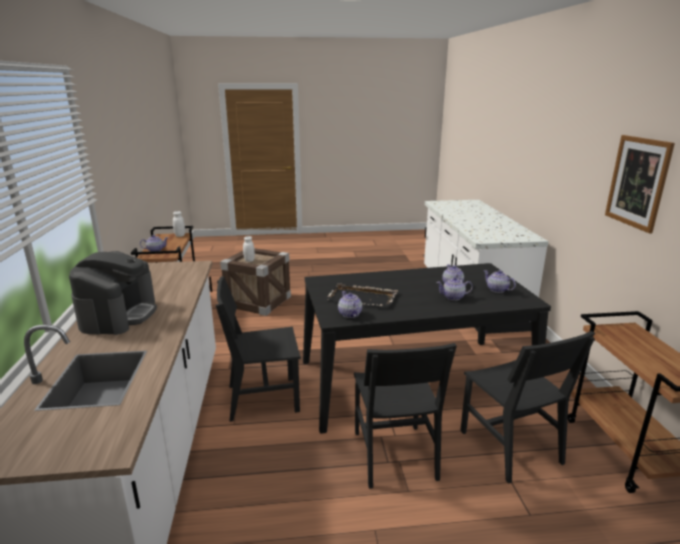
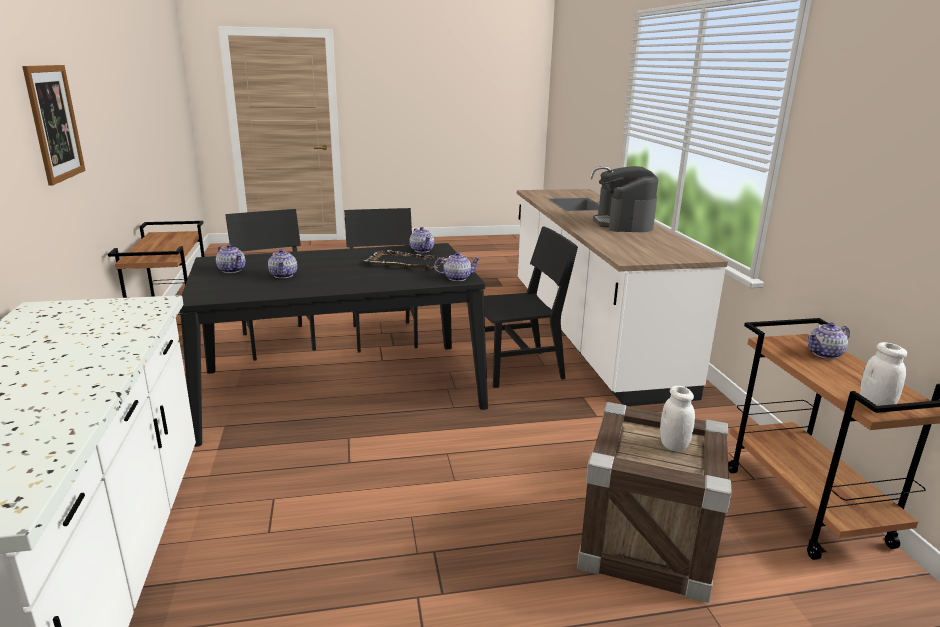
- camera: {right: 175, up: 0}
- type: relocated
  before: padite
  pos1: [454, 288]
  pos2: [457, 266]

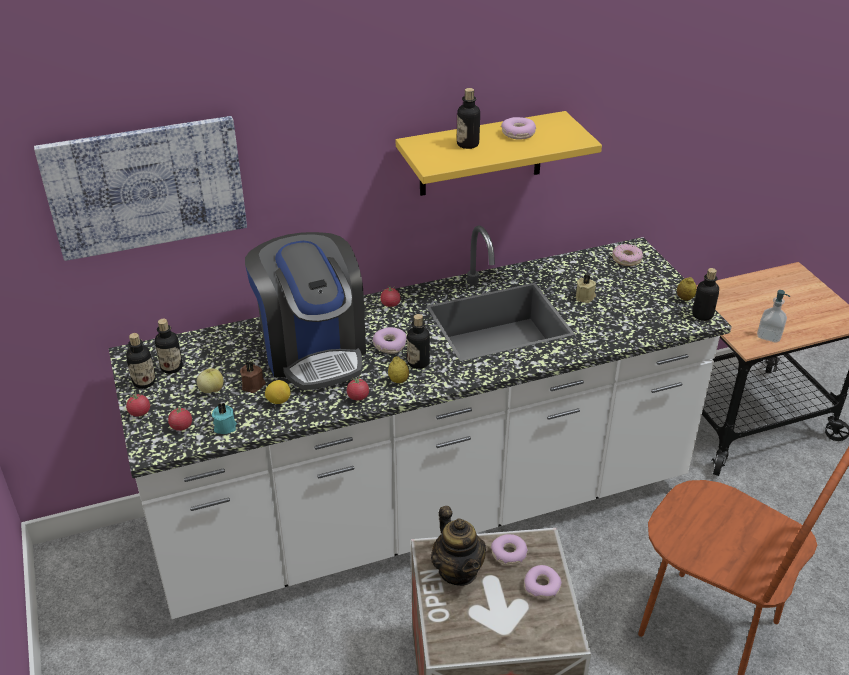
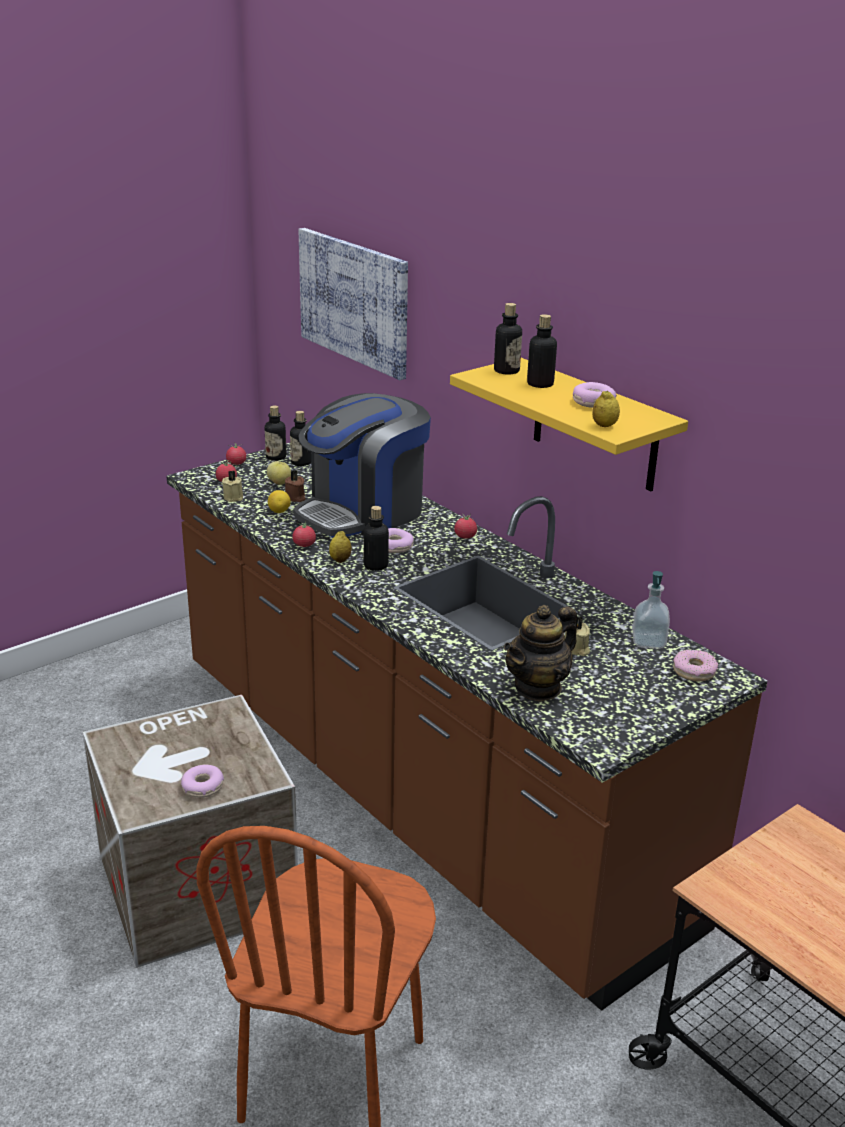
- camera: {right: 70, up: -10}
- type: missing
  before: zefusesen
  pos1: [509, 550]
- type: relocated
  before: padite
  pos1: [458, 546]
  pos2: [540, 653]
- type: relocated
  before: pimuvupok
  pos1: [686, 289]
  pos2: [606, 409]
- type: relocated
  before: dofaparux
  pos1: [705, 294]
  pos2: [508, 338]
- type: relocated
  before: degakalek
  pos1: [773, 316]
  pos2: [651, 610]
- type: colour
  before: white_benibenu
  after: brown_benibenu
  pos1: [420, 422]
  pos2: [466, 727]
- type: colour
  before: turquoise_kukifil
  after: beige_kukifil
  pos1: [224, 418]
  pos2: [232, 486]

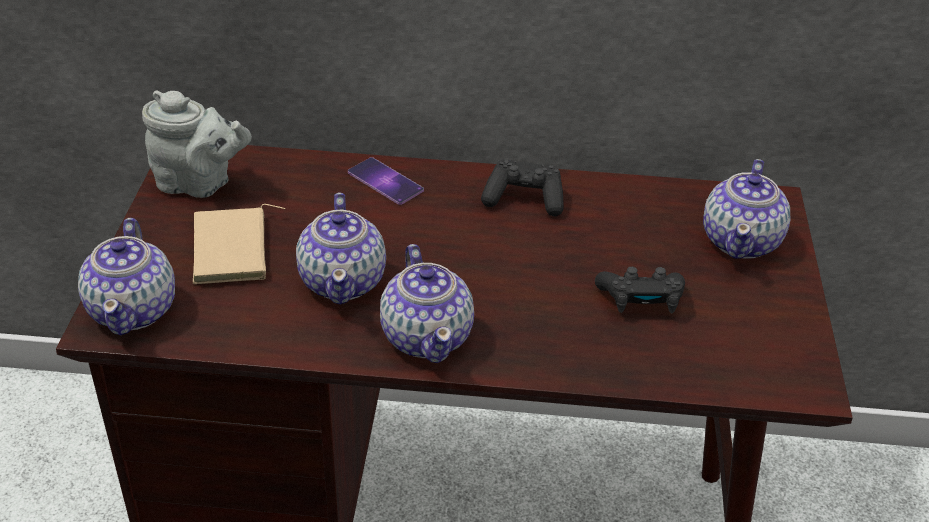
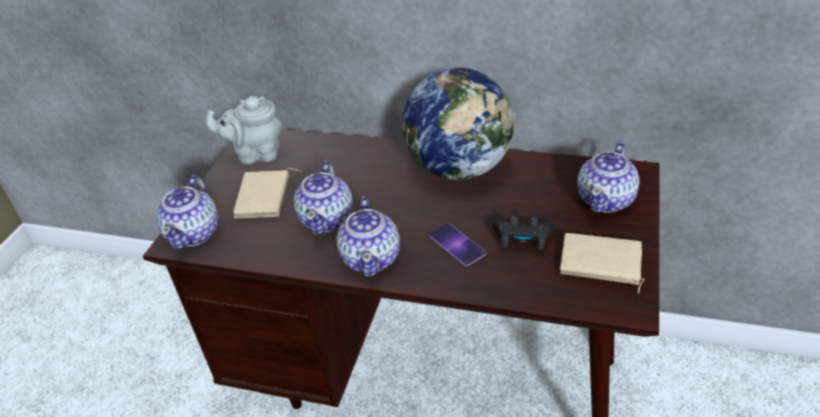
- camera: {right: 15, up: 0}
- type: appeared
  after: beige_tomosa
  pos2: [602, 263]
- type: relocated
  before: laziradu
  pos1: [386, 181]
  pos2: [458, 244]
- type: exchanged
  before: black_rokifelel
  after: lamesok
  pos1: [522, 187]
  pos2: [458, 124]
- type: spun
  before: grey_padite
  pos1: [197, 144]
  pos2: [244, 130]
  turn: 150

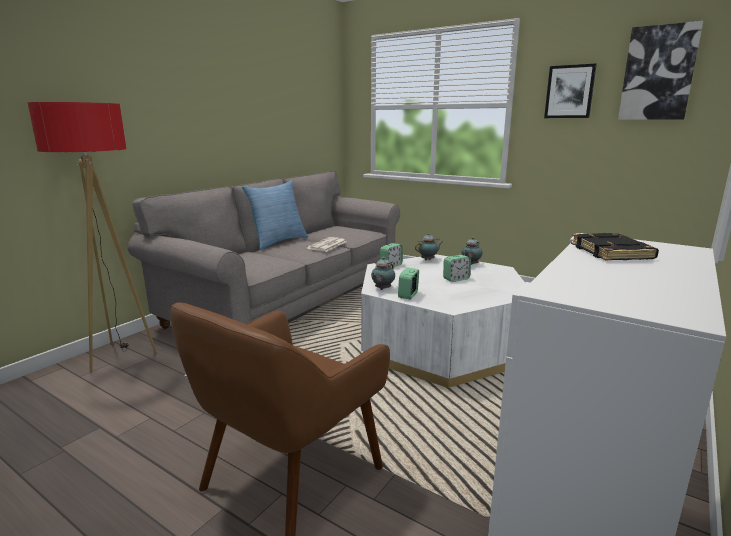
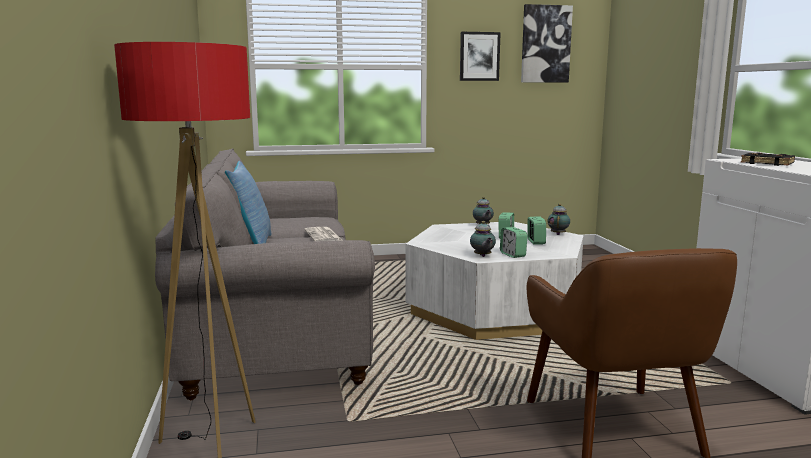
- camera: {right: -45, up: -5}
- type: relocated
  before: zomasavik
  pos1: [391, 255]
  pos2: [537, 230]
- type: relocated
  before: padite
  pos1: [428, 246]
  pos2: [558, 219]

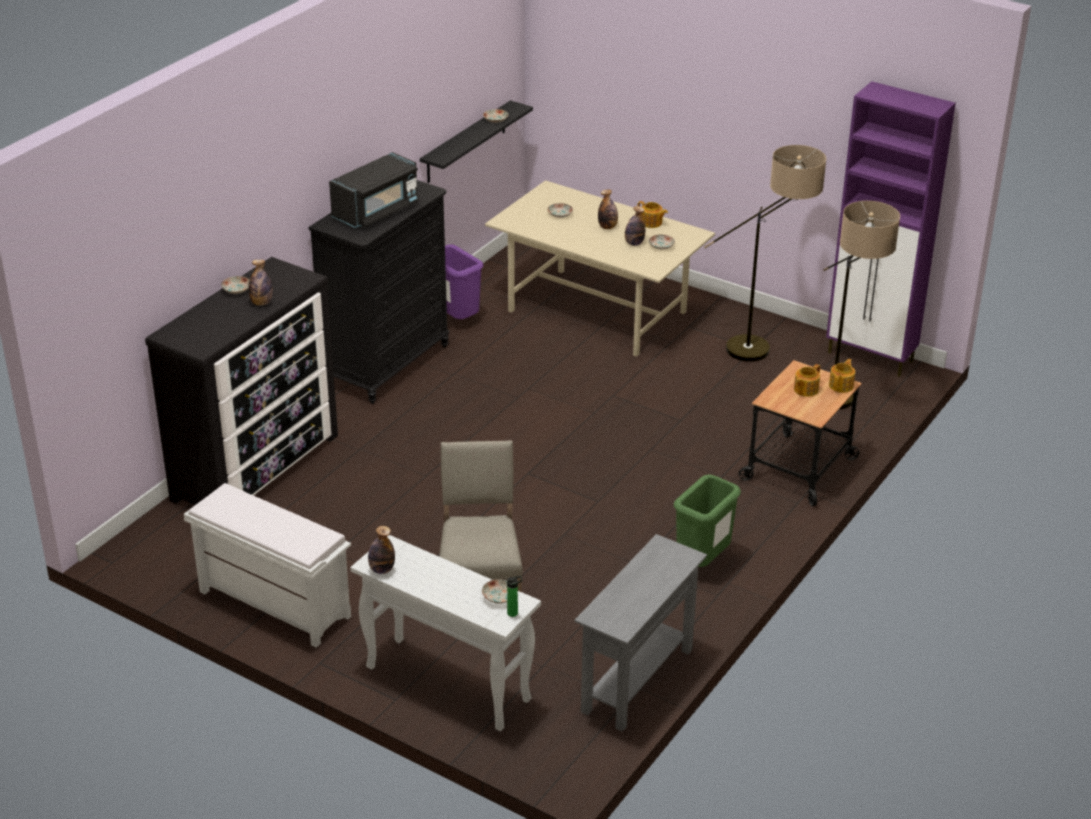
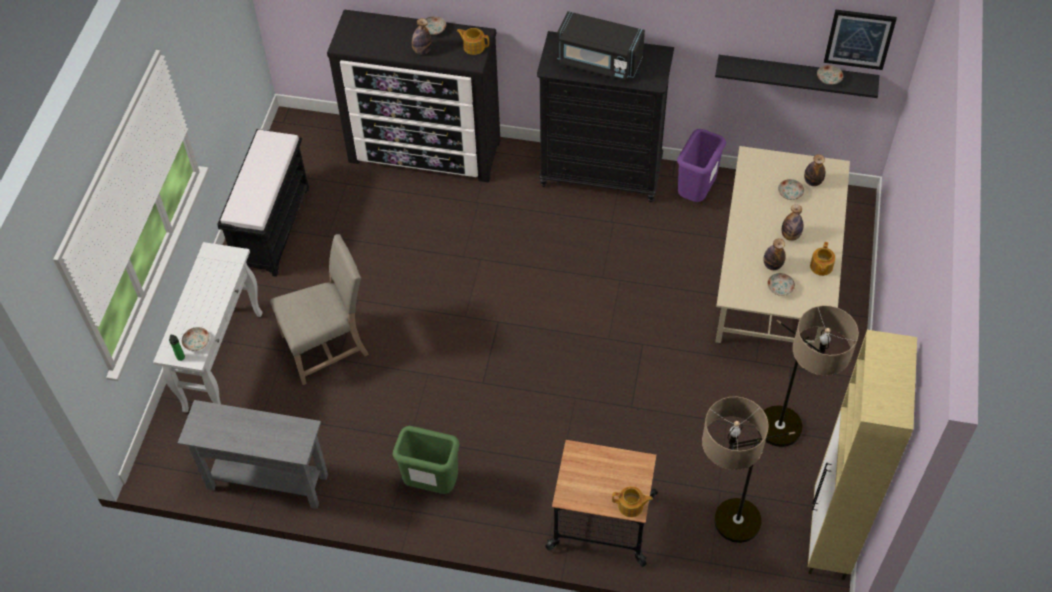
- camera: {right: 70, up: 20}
- type: appeared
  after: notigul
  pos2: [860, 39]
- type: relocated
  before: dofaparux
  pos1: [381, 550]
  pos2: [814, 170]
- type: relocated
  before: padite
  pos1: [807, 380]
  pos2: [473, 41]
- type: colour
  before: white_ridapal
  after: black_ridapal
  pos1: [267, 565]
  pos2: [263, 203]
- type: colour
  before: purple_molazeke
  after: beige_molazeke
  pos1: [891, 229]
  pos2: [862, 455]

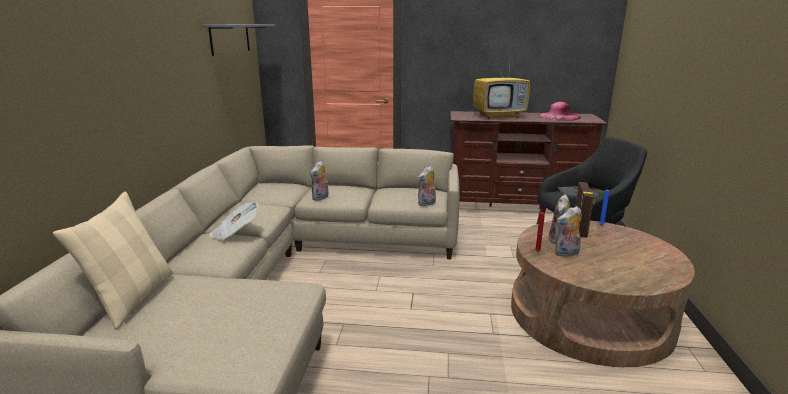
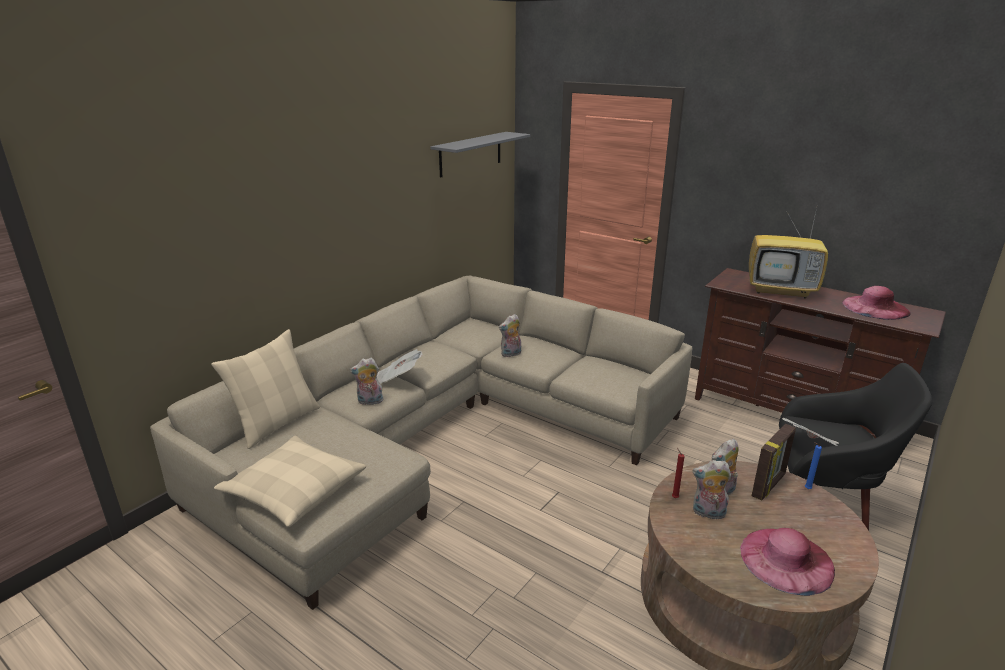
- camera: {right: 30, up: 5}
- type: appeared
  after: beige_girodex
  pos2: [290, 481]
- type: appeared
  after: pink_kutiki
  pos2: [787, 562]
- type: relocated
  before: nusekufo
  pos1: [427, 186]
  pos2: [367, 381]

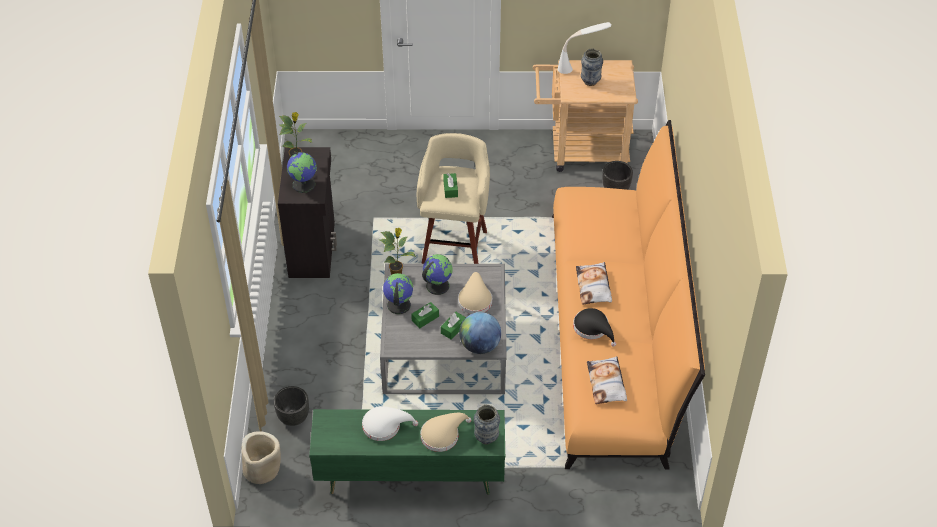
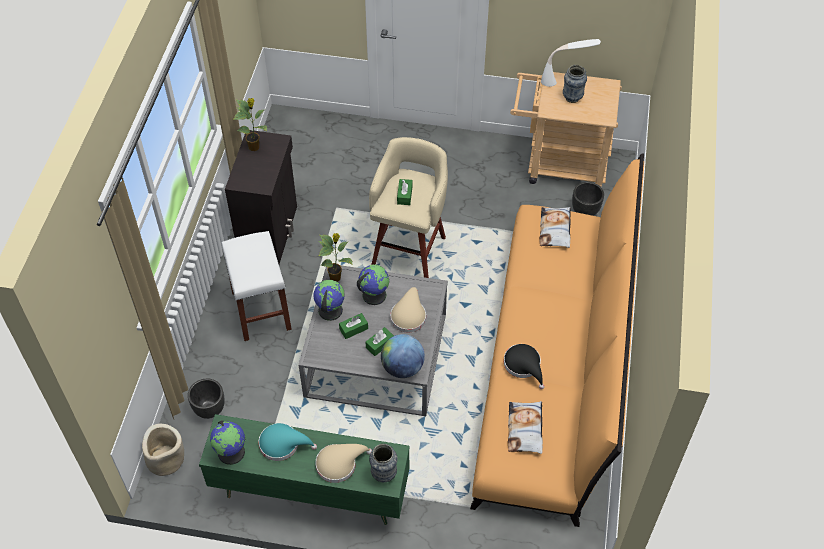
- camera: {right: 10, up: 5}
- type: appeared
  after: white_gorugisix
  pos2: [257, 286]
- type: relocated
  before: lamesok
  pos1: [302, 172]
  pos2: [227, 442]
- type: relocated
  before: girodex
  pos1: [594, 283]
  pos2: [555, 227]
- type: colour
  before: white_kutiki
  after: turquoise_kutiki
  pos1: [390, 423]
  pos2: [288, 442]

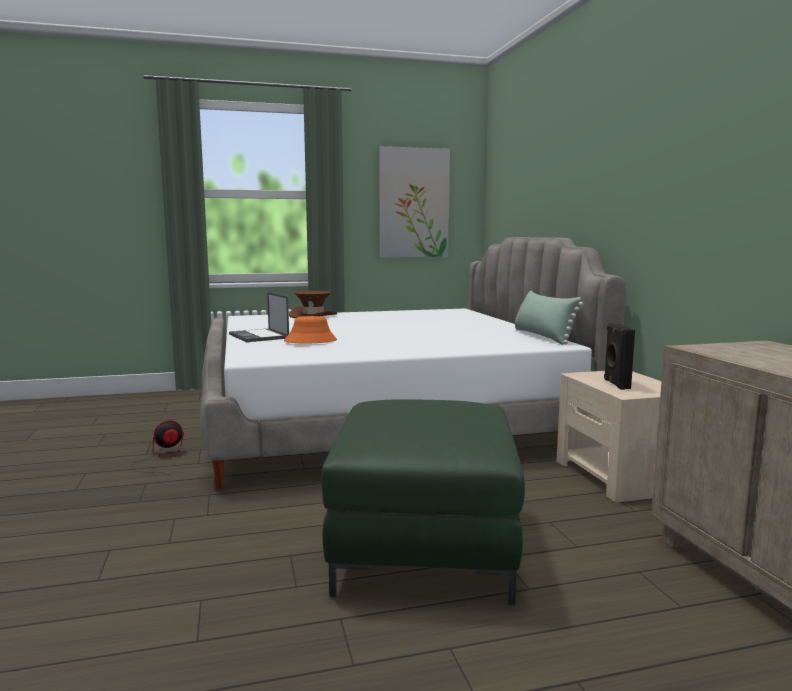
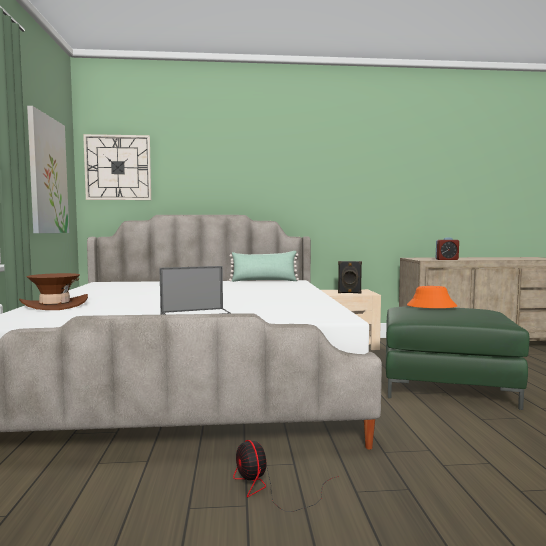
- camera: {right: -80, up: -5}
- type: appeared
  after: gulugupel
  pos2: [117, 167]
- type: appeared
  after: zomasavik
  pos2: [447, 248]
- type: relocated
  before: orange_kutiki
  pos1: [310, 329]
  pos2: [432, 297]

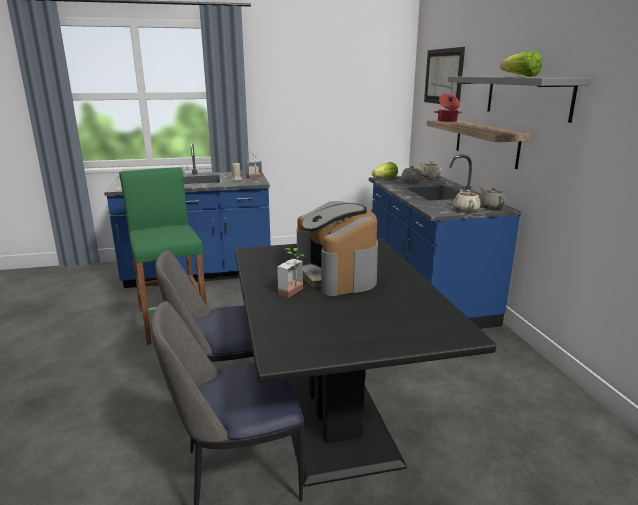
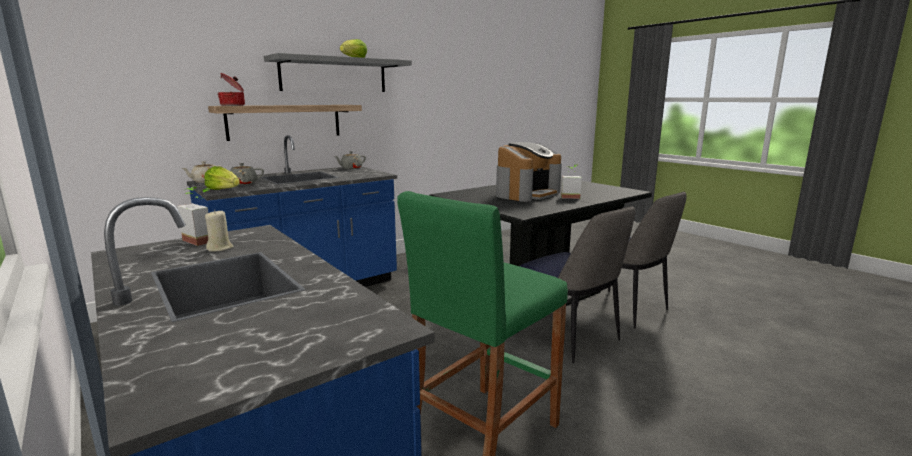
- camera: {right: -115, up: -5}
- type: missing
  before: notigul
  pos1: [444, 75]
- type: missing
  before: beige_padite
  pos1: [467, 200]

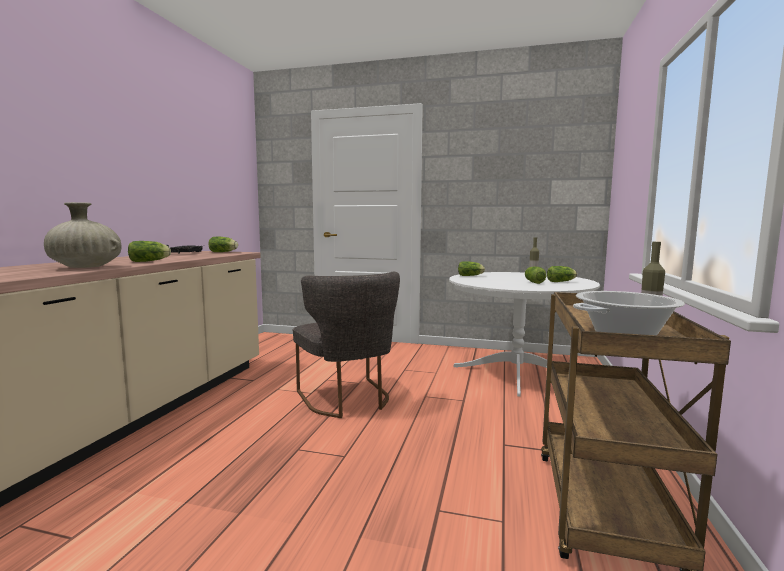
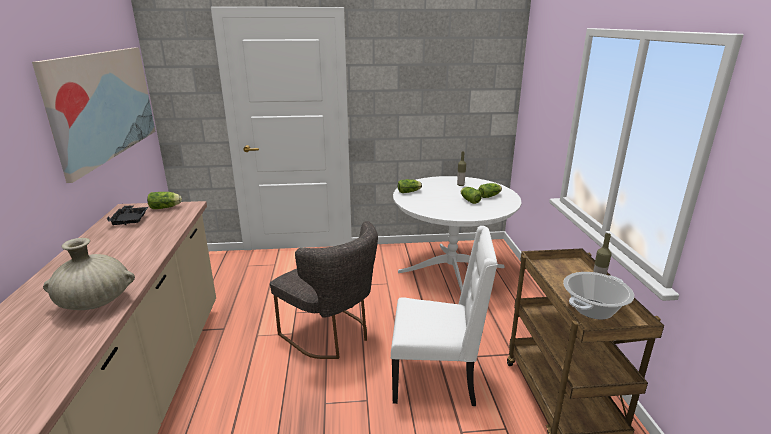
- camera: {right: -20, up: 15}
- type: missing
  before: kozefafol
  pos1: [149, 251]
- type: appeared
  after: notigul
  pos2: [94, 115]
- type: appeared
  after: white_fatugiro
  pos2: [444, 316]

